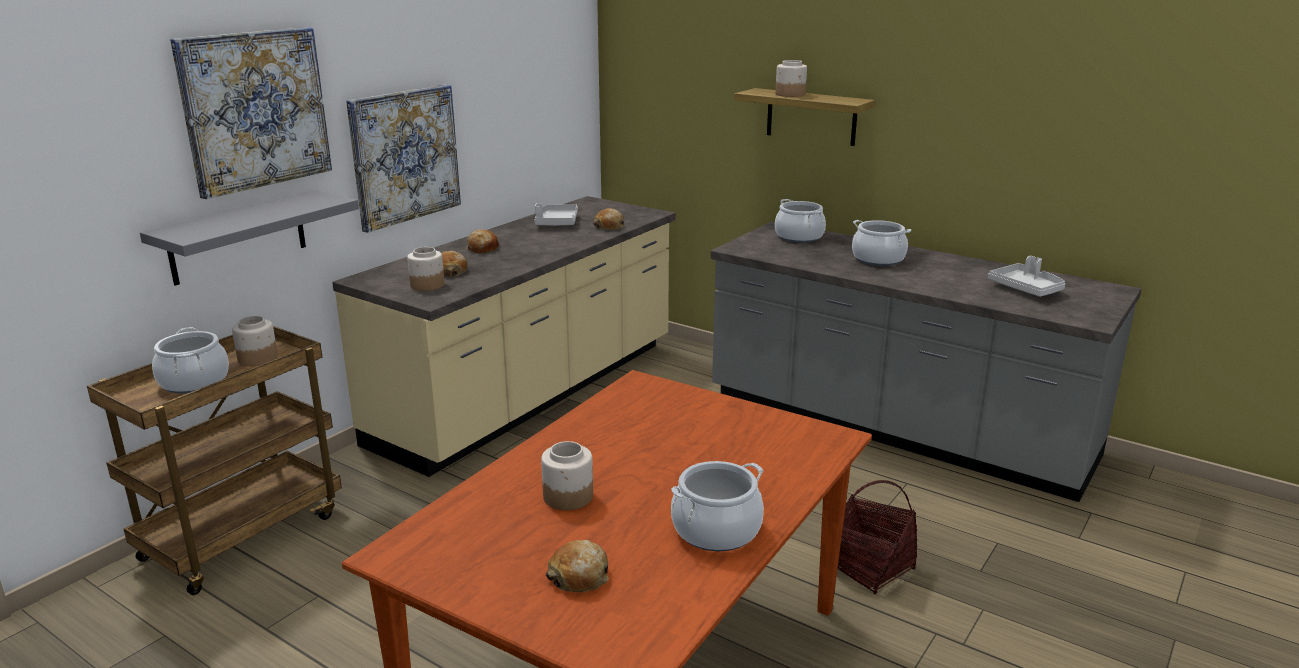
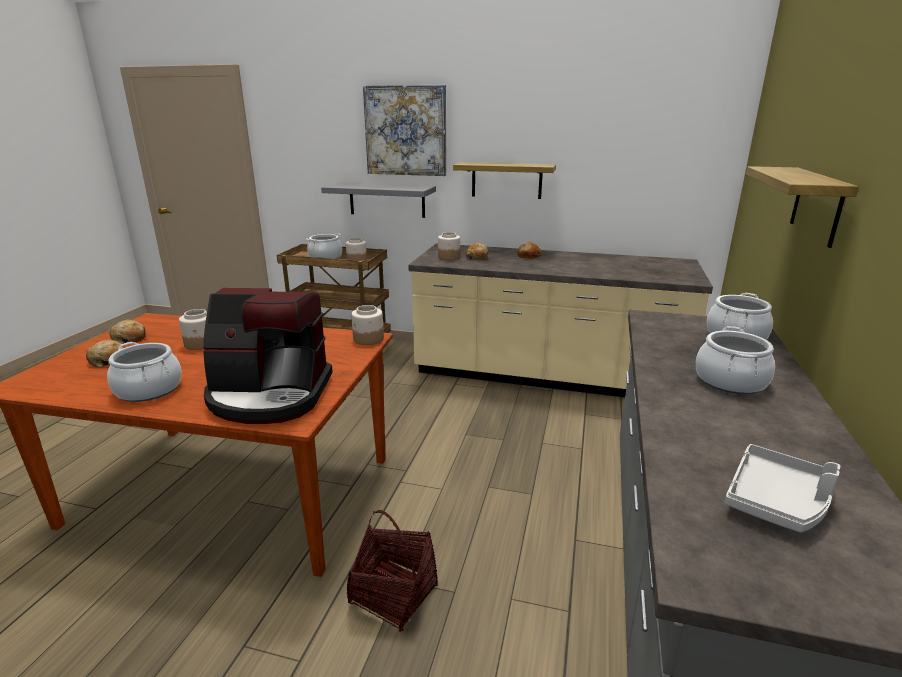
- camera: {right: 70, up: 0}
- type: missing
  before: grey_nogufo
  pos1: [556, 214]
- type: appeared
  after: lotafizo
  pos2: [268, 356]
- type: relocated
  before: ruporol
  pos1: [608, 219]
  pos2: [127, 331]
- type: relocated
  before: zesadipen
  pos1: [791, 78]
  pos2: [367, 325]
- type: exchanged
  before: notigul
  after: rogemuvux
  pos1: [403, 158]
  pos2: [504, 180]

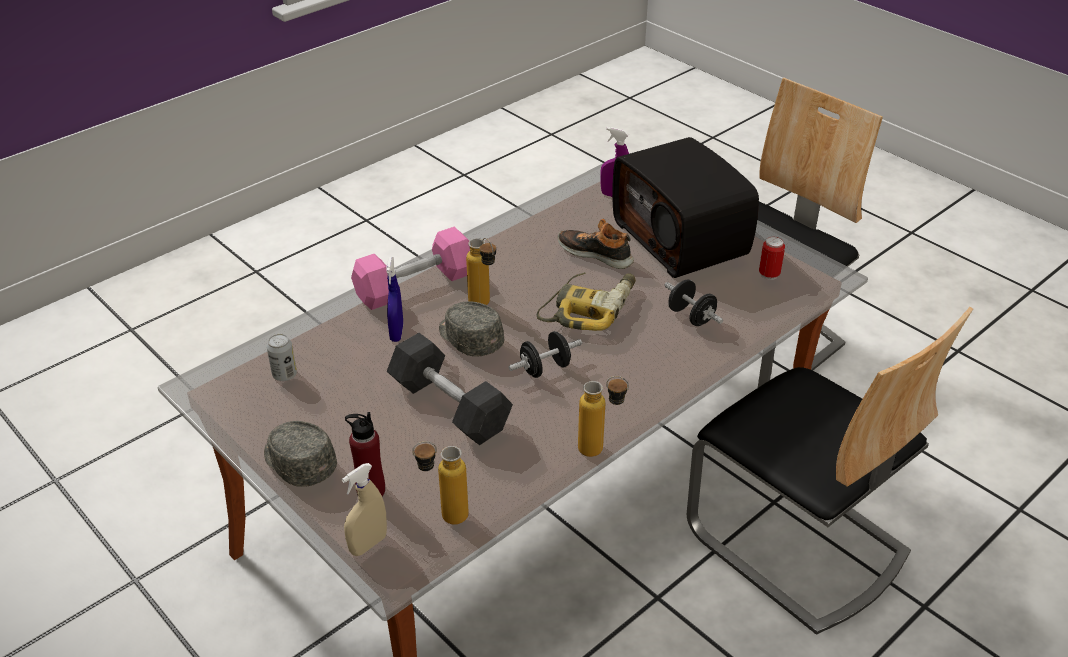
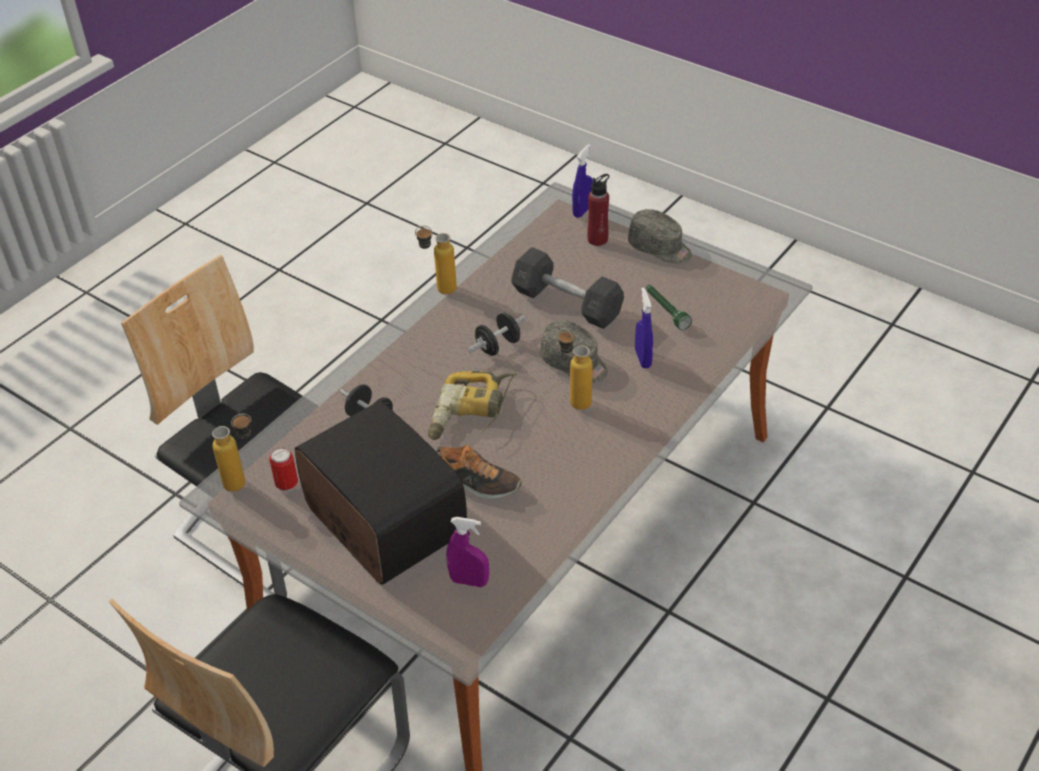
- camera: {right: 170, up: 5}
- type: missing
  before: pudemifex
  pos1: [282, 357]
- type: missing
  before: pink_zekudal
  pos1: [410, 268]
- type: appeared
  after: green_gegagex
  pos2: [669, 307]
- type: relocated
  before: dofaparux
  pos1: [440, 483]
  pos2: [231, 452]
- type: colour
  before: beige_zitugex
  after: blue_zitugex
  pos1: [364, 509]
  pos2: [582, 181]

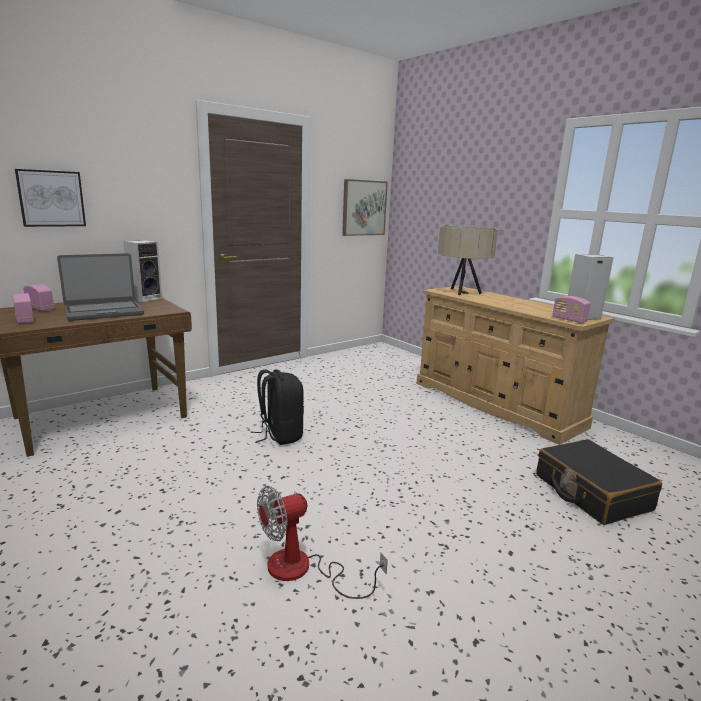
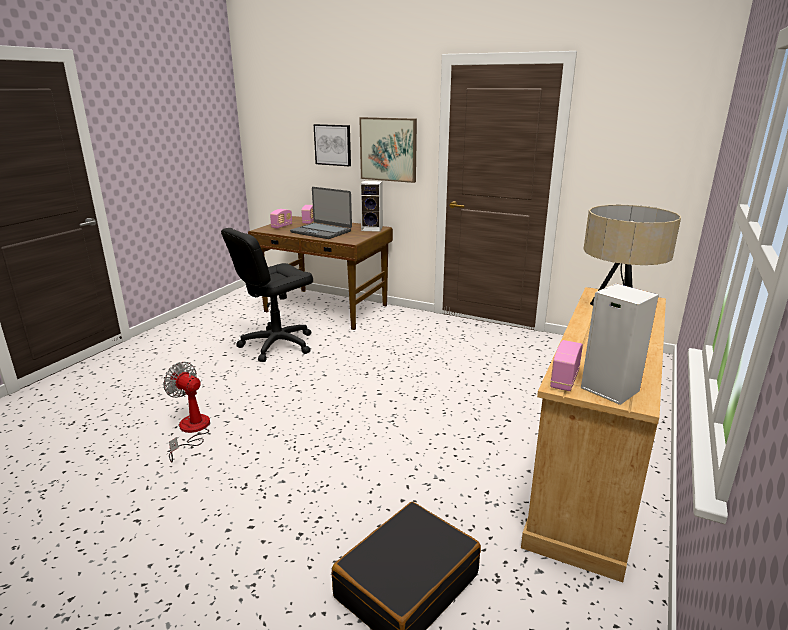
- camera: {right: 65, up: 5}
- type: missing
  before: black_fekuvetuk
  pos1: [277, 407]
- type: appeared
  after: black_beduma
  pos2: [267, 295]
- type: relocated
  before: notigul
  pos1: [365, 207]
  pos2: [388, 150]

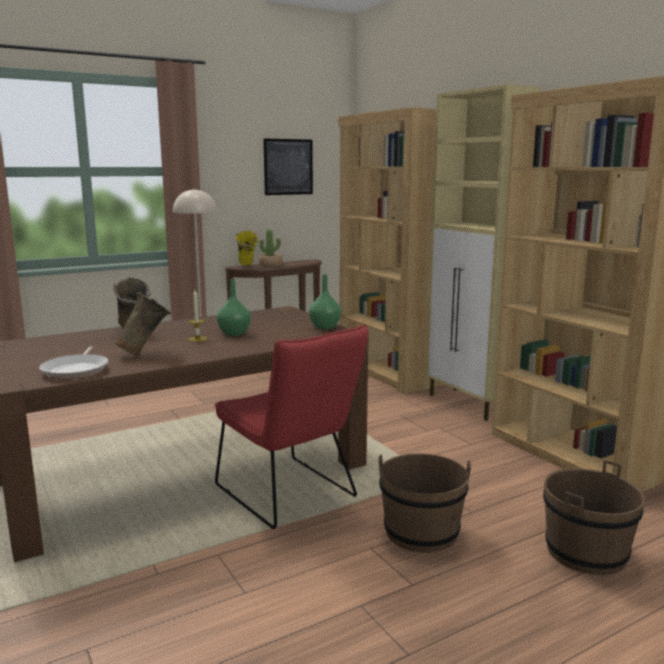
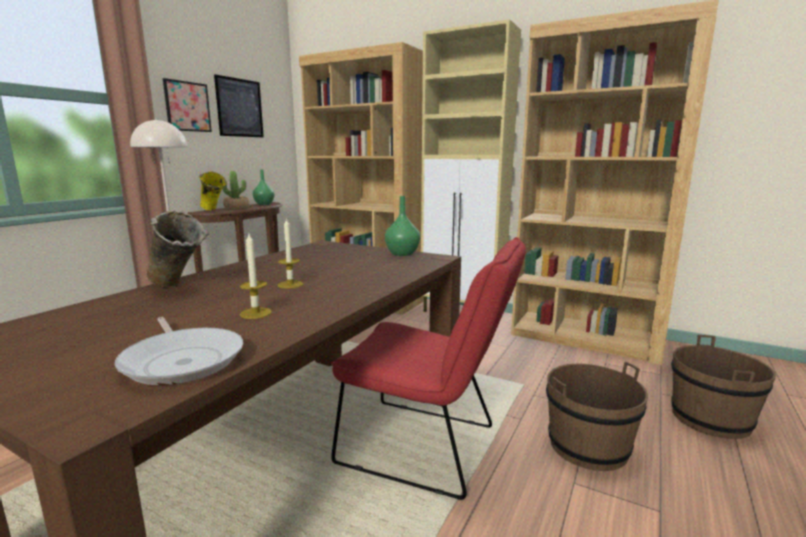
- camera: {right: -30, up: 0}
- type: appeared
  after: notigul
  pos2: [187, 105]
- type: relocated
  before: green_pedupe
  pos1: [234, 307]
  pos2: [263, 187]
- type: exchanged
  before: beige_pedupe
  after: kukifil
  pos1: [143, 324]
  pos2: [255, 276]

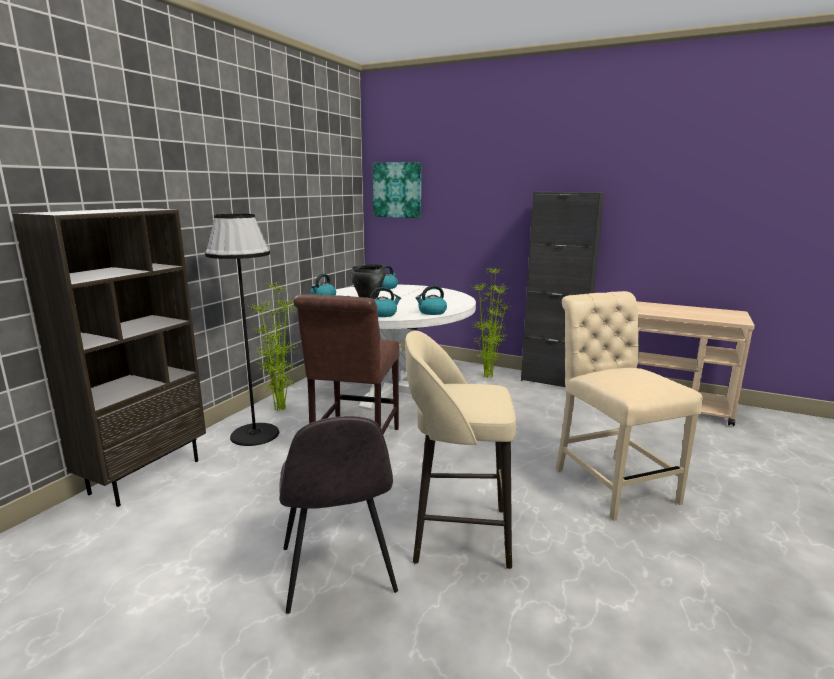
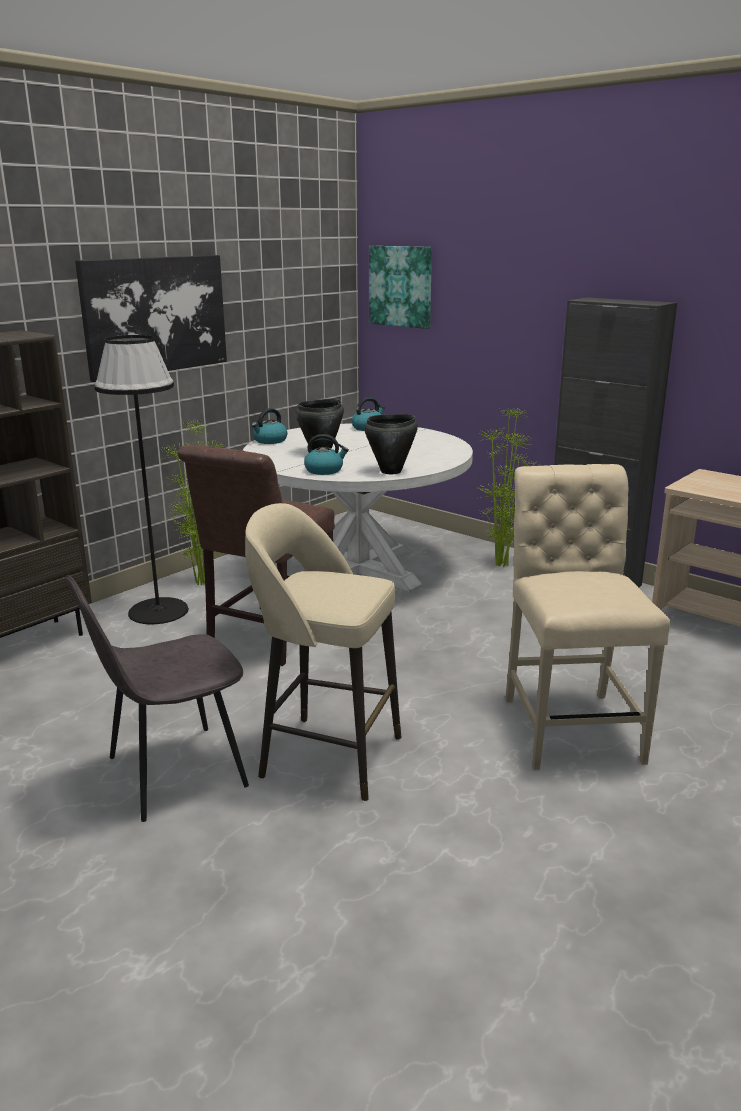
- camera: {right: 15, up: 5}
- type: appeared
  after: notigul
  pos2: [151, 318]
- type: exchanged
  before: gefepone
  after: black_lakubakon
  pos1: [431, 300]
  pos2: [391, 444]
- type: spun
  before: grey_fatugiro
  pos1: [338, 515]
  pos2: [157, 698]
  turn: 60

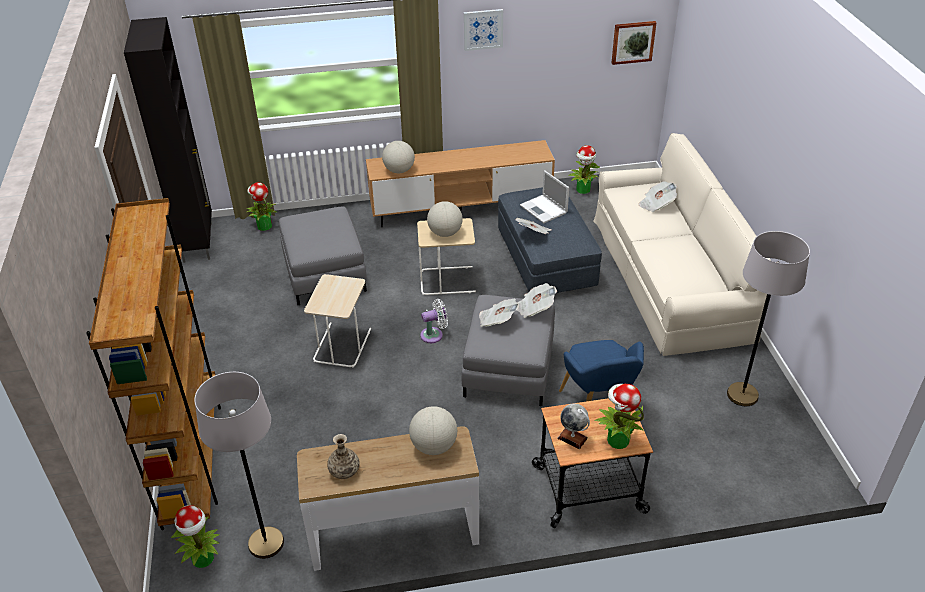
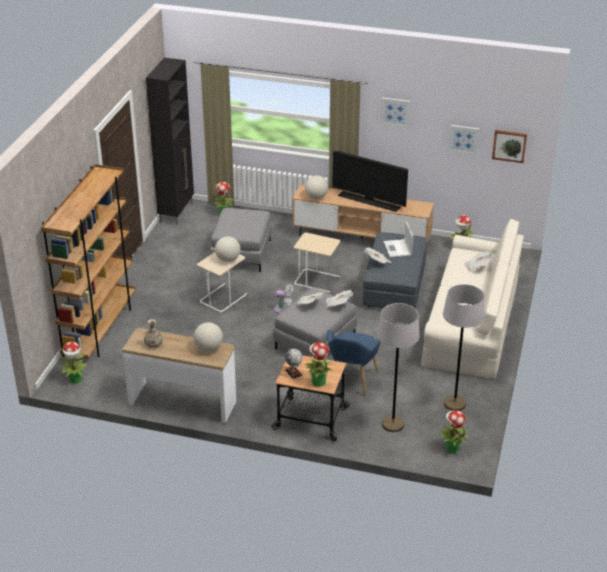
- camera: {right: 25, up: -5}
- type: appeared
  after: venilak
  pos2: [370, 181]
- type: appeared
  after: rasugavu
  pos2: [454, 431]
- type: appeared
  after: notigul
  pos2: [464, 140]
- type: relocated
  before: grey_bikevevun
  pos1: [239, 465]
  pos2: [398, 367]
- type: relocated
  before: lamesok
  pos1: [445, 219]
  pos2: [227, 249]

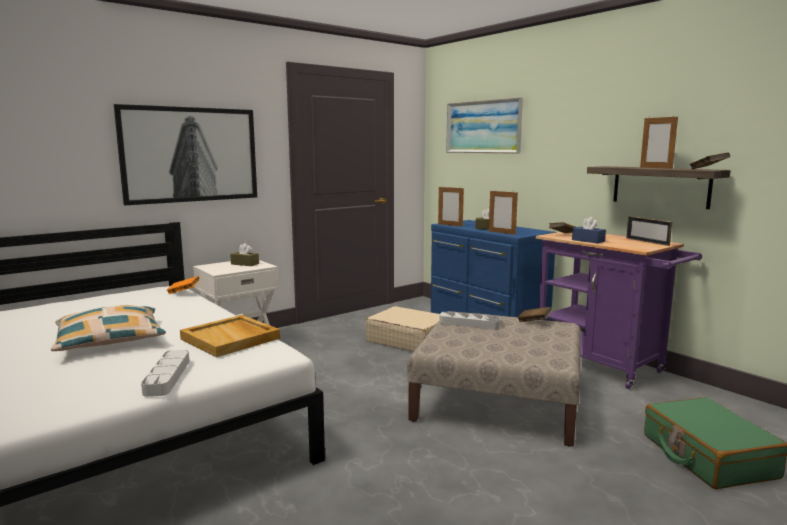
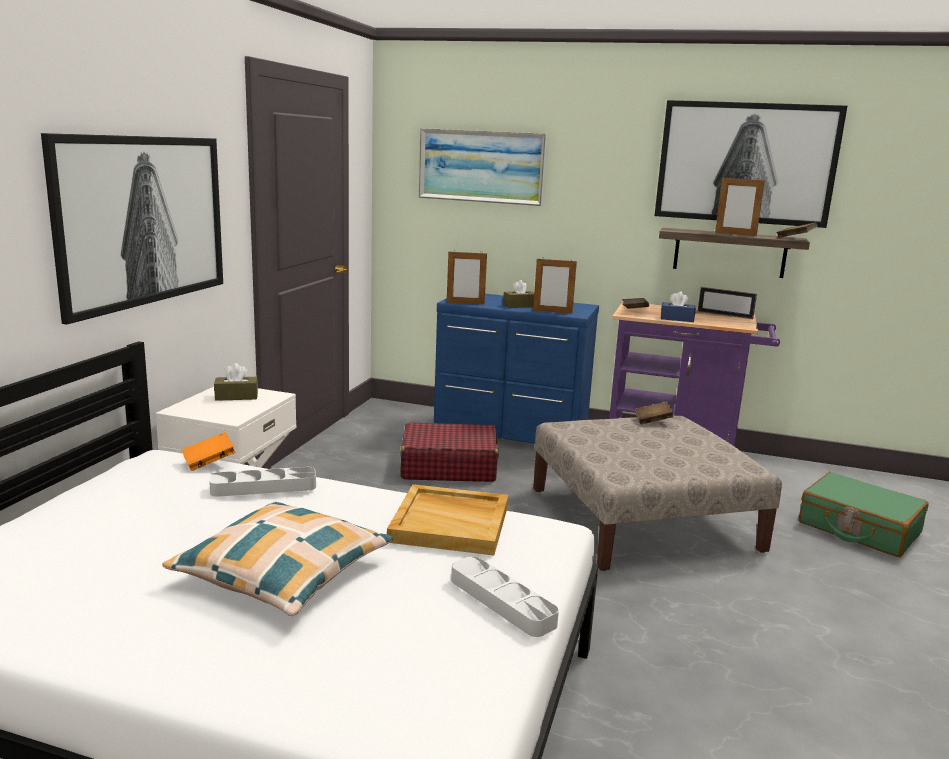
- camera: {right: -35, up: 5}
- type: appeared
  after: notigul
  pos2: [751, 164]
- type: relocated
  before: grey_nogufo
  pos1: [470, 321]
  pos2: [262, 482]
- type: colour
  before: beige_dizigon
  after: red_dizigon
  pos1: [403, 329]
  pos2: [449, 452]

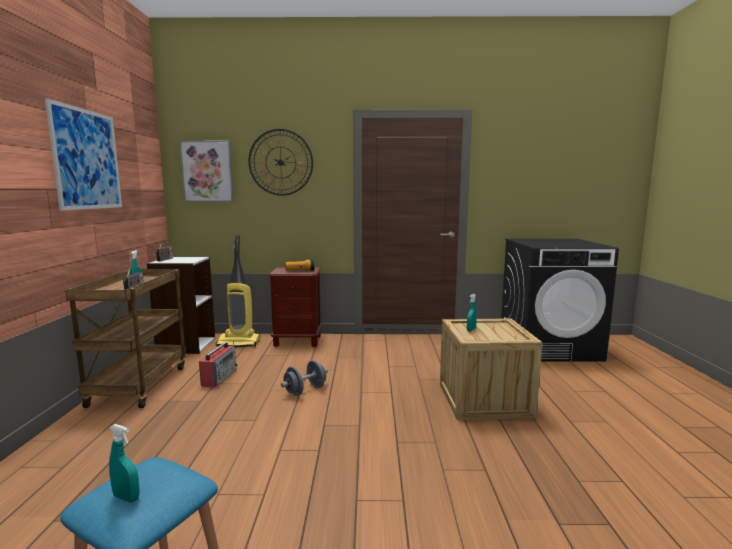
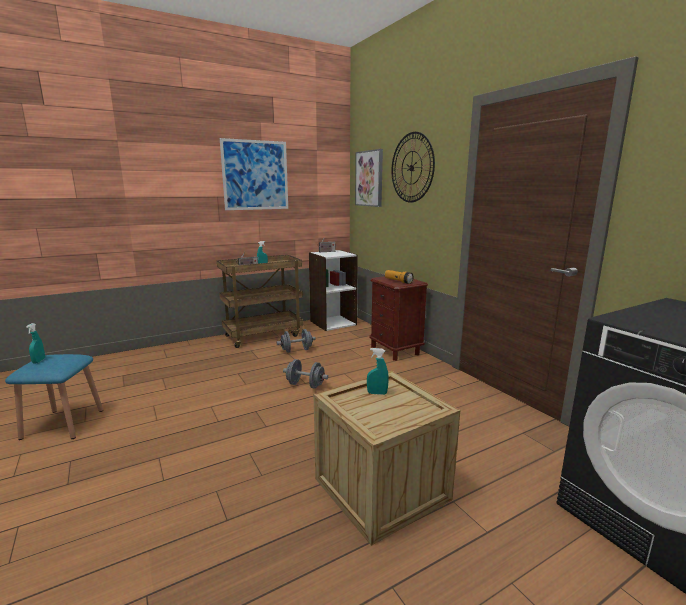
- camera: {right: 60, up: 5}
- type: missing
  before: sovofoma
  pos1: [238, 291]
- type: exchanged
  before: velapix
  after: grey_zekudal
  pos1: [218, 364]
  pos2: [296, 341]

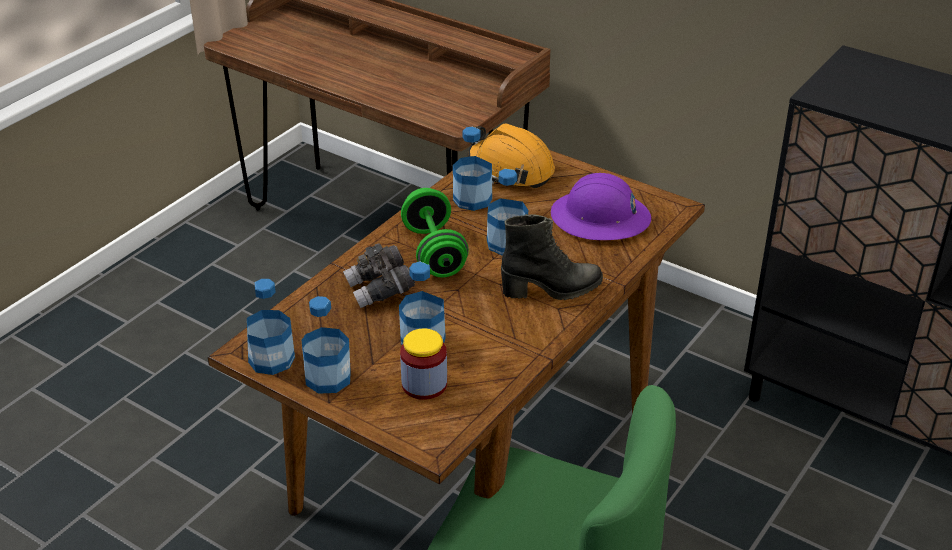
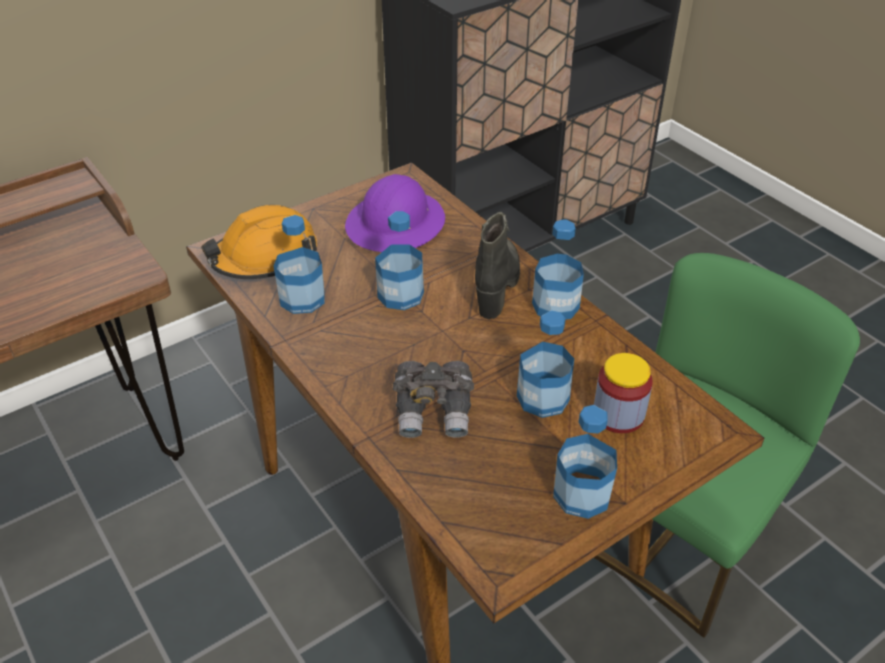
- camera: {right: -70, up: 5}
- type: missing
  before: green_zekudal
  pos1: [435, 233]
- type: relocated
  before: dofaparux
  pos1: [271, 327]
  pos2: [558, 269]

